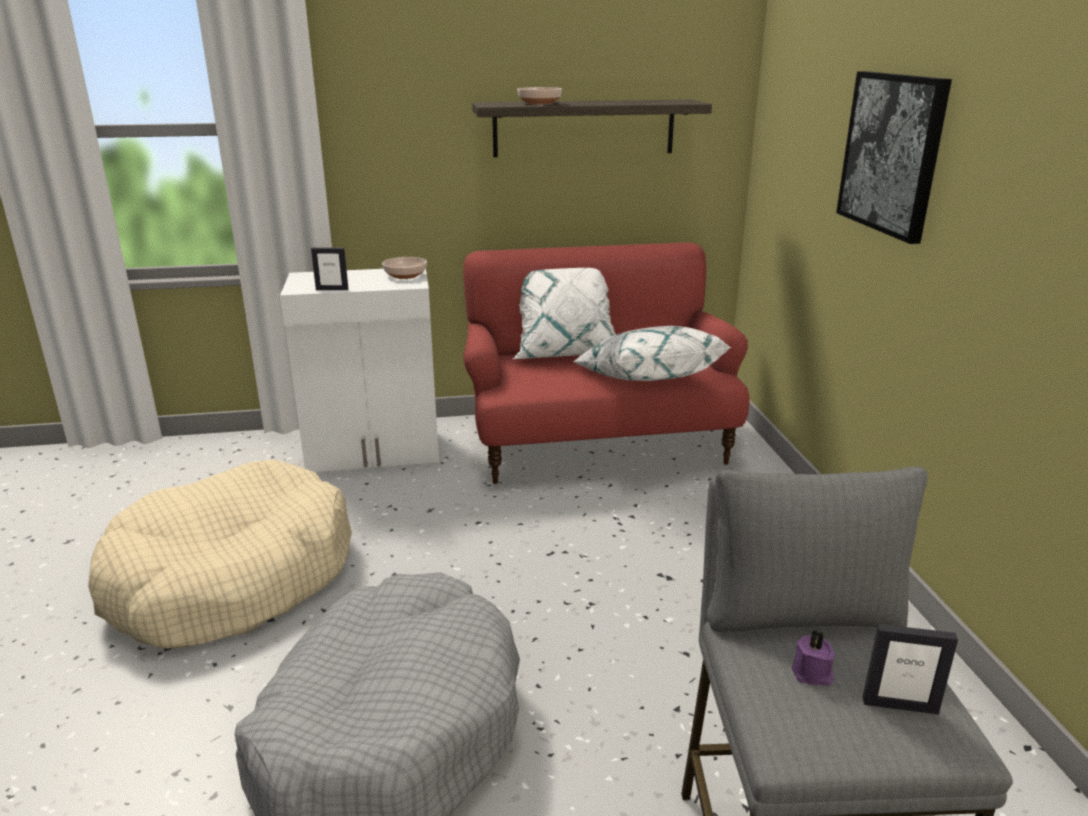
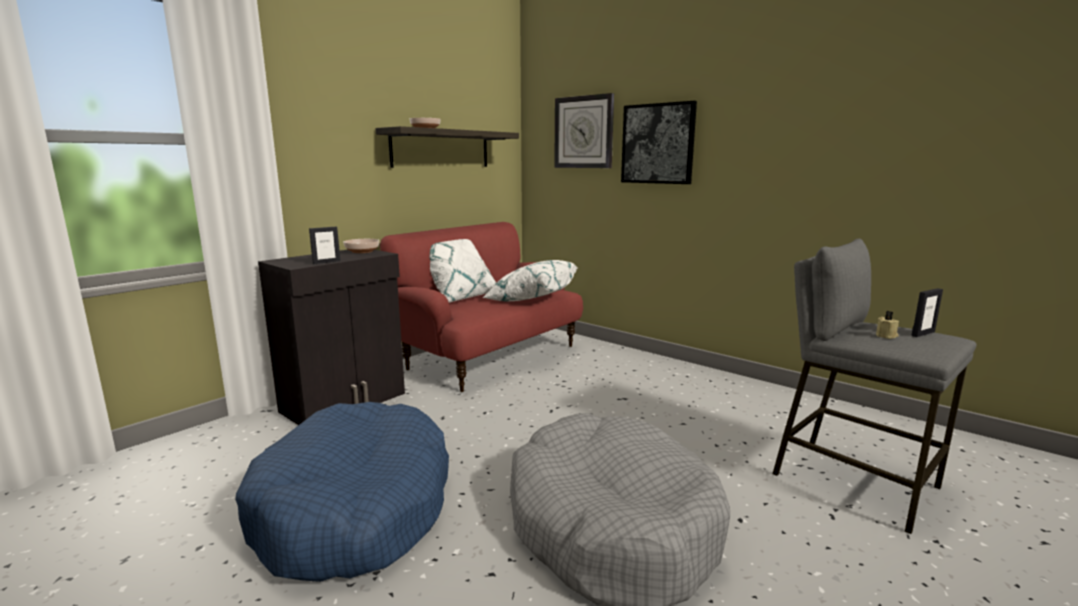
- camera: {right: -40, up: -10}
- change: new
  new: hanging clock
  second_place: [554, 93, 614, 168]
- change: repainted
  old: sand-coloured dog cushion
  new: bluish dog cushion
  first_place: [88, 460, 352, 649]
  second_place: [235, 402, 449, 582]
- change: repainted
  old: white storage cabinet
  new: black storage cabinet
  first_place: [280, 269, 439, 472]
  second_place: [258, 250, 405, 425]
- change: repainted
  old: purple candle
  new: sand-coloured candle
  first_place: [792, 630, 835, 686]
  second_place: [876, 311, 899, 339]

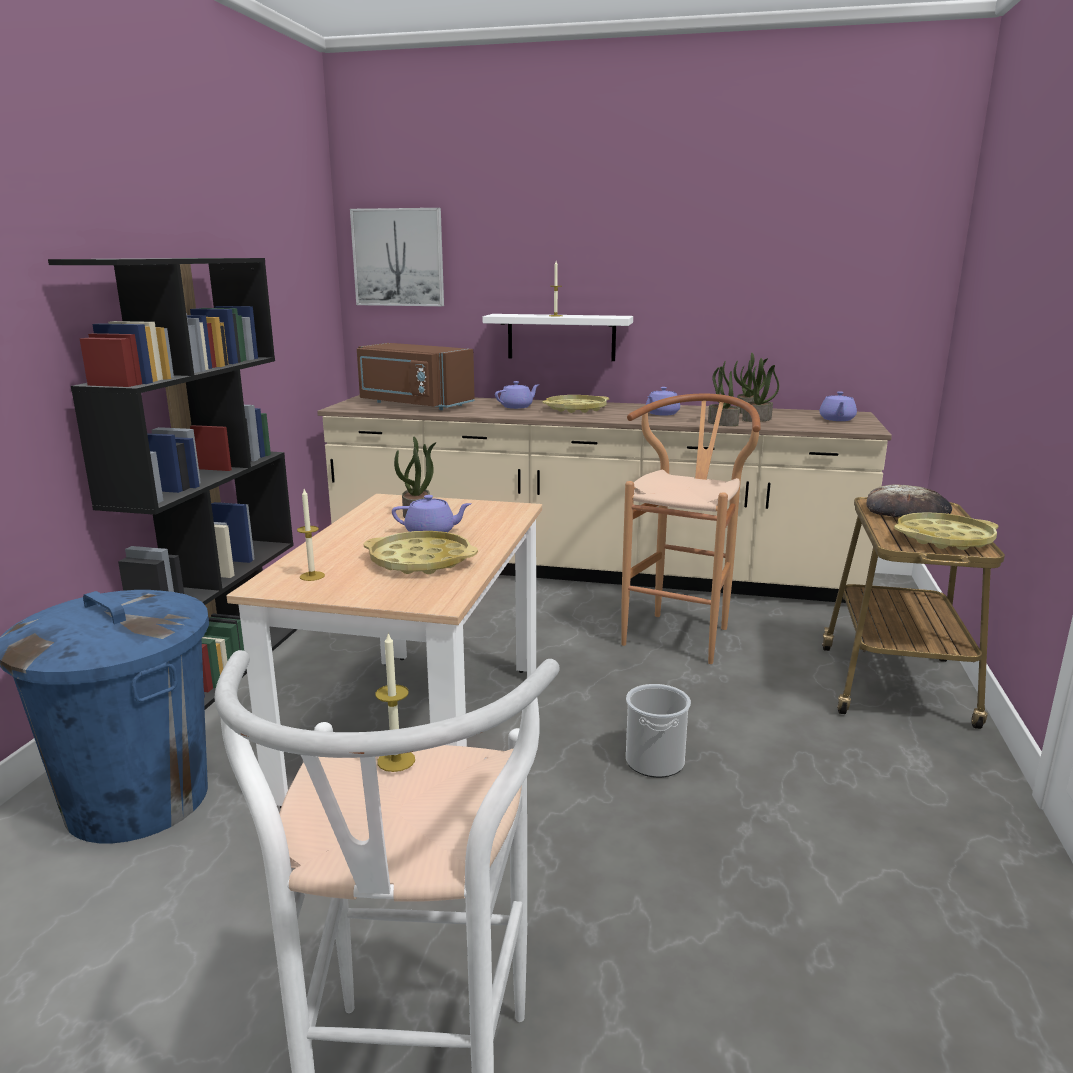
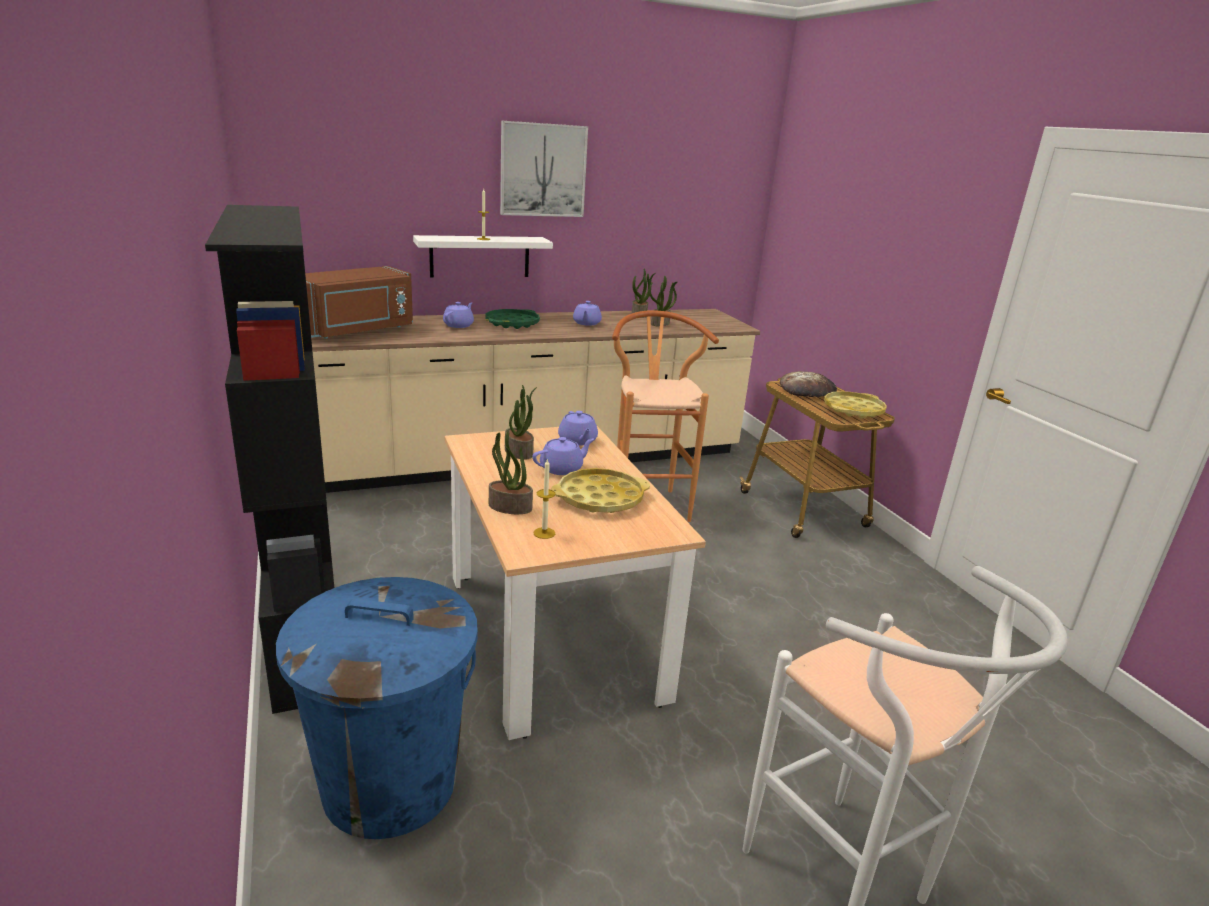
- camera: {right: -35, up: 5}
- change: gone
  old: candle
  first_place: [375, 632, 415, 772]
- change: gone
  old: water bucket
  first_place: [626, 684, 691, 778]
- change: shifted
  old: wall art
  first_place: [350, 208, 444, 306]
  second_place: [500, 120, 588, 217]
- change: shifted
  old: plant in a pot
  first_place: [708, 360, 740, 426]
  second_place: [489, 430, 533, 514]
- change: shifted
  old: purple tea pot
  first_place: [819, 391, 857, 421]
  second_place: [558, 411, 598, 446]
- change: repainted
  old: yellow-coloured carrying tray
  new: green-coloured carrying tray
  first_place: [543, 395, 609, 413]
  second_place: [485, 309, 540, 329]
- change: rotated
  old: brown-coloured kitchen microwave
  first_place: [357, 343, 475, 410]
  second_place: [305, 266, 413, 339]
  degrees: -45

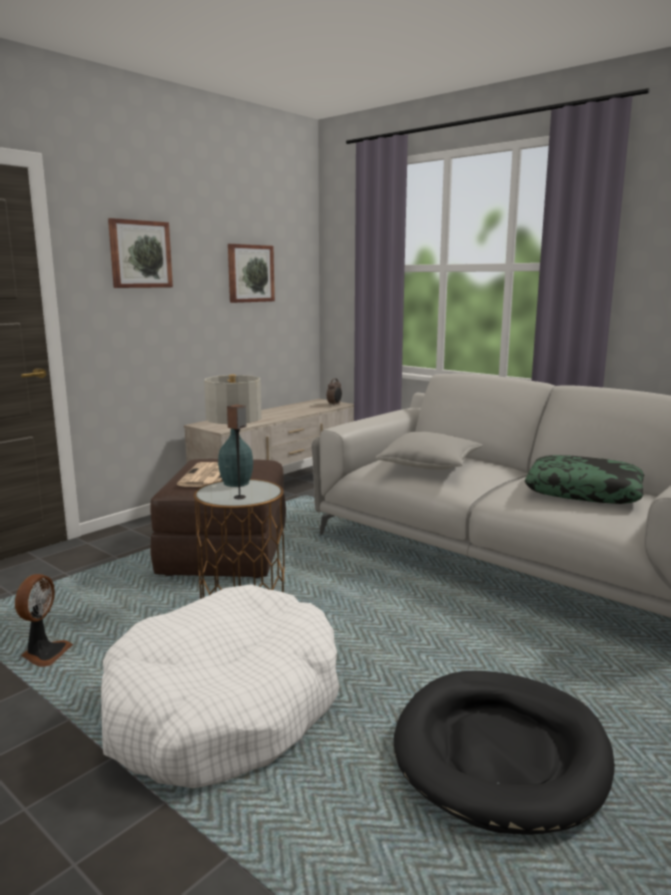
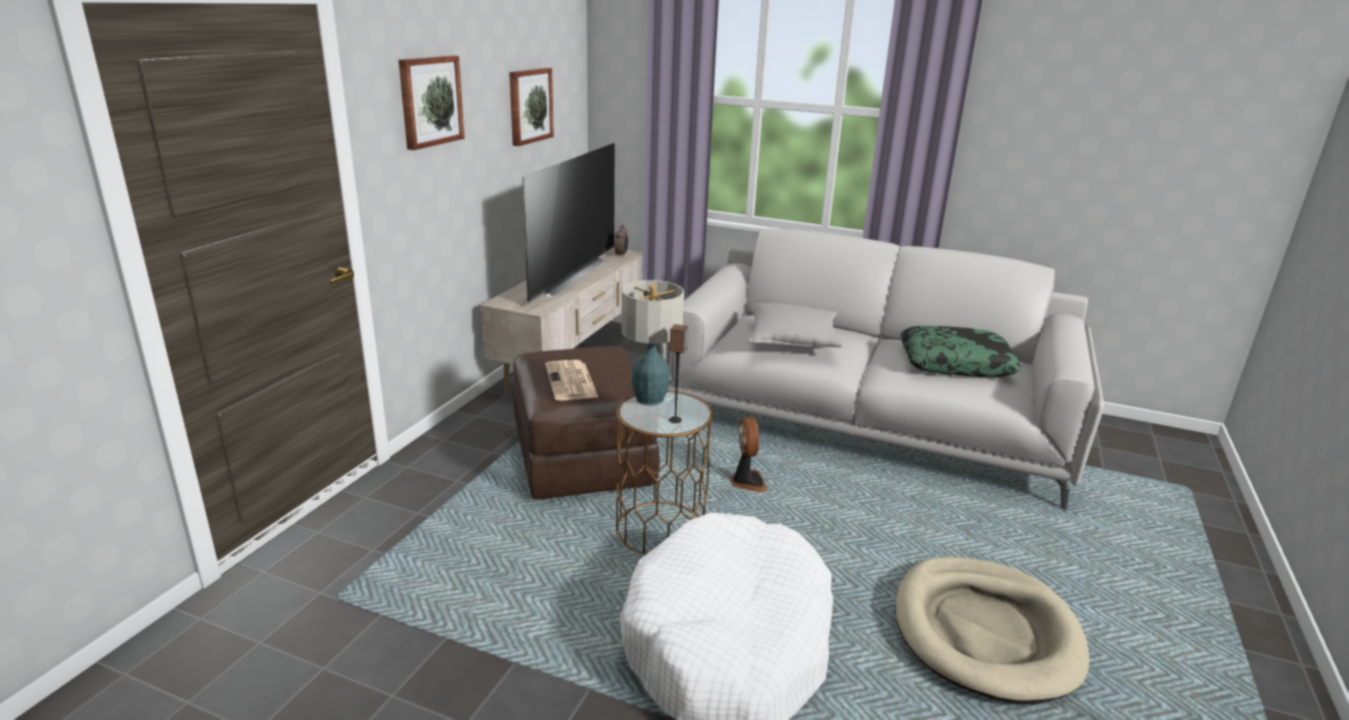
- camera: {right: -20, up: 10}
- change: new
  new: television
  second_place: [522, 143, 615, 303]
- change: shifted
  old: cooling fan
  first_place: [15, 574, 73, 667]
  second_place: [730, 417, 768, 492]
- change: repainted
  old: black dog cushion
  new: sand-coloured dog cushion
  first_place: [394, 671, 615, 835]
  second_place: [895, 557, 1090, 704]

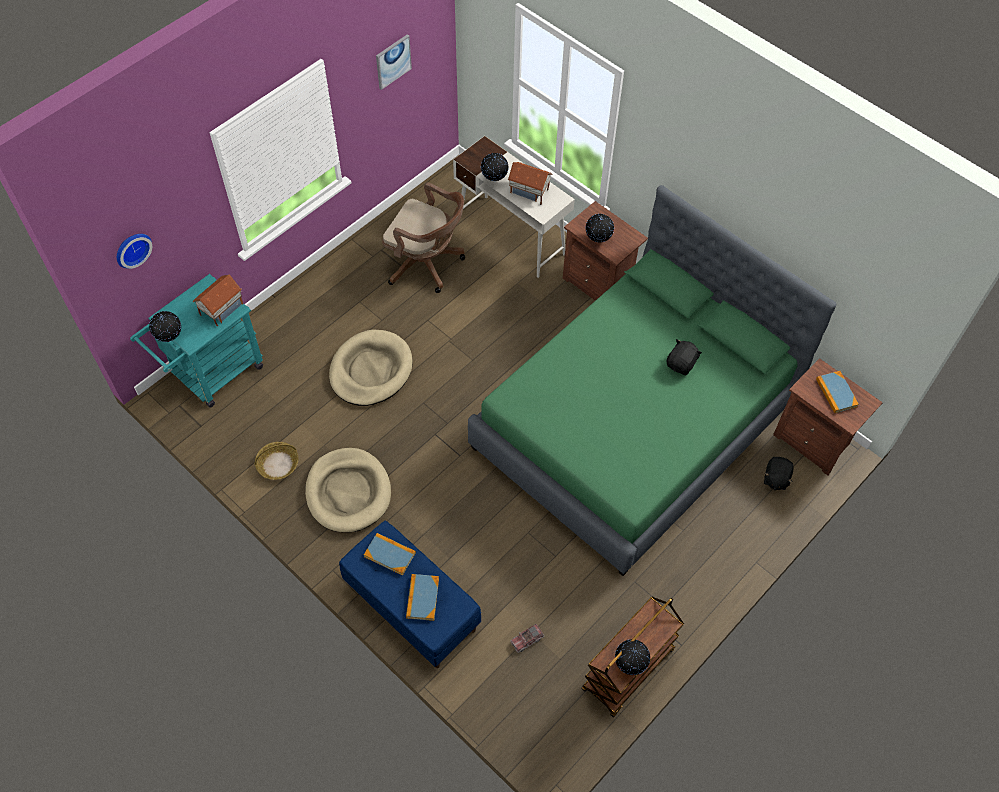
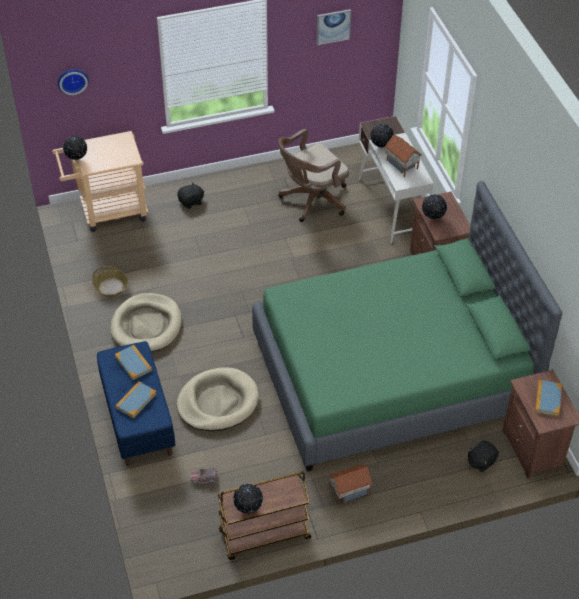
- camera: {right: 30, up: -10}
- change: shifted
  old: model house
  first_place: [192, 274, 243, 327]
  second_place: [328, 464, 372, 505]
- change: shifted
  old: sand-coloured dog cushion
  first_place: [329, 329, 413, 406]
  second_place: [177, 367, 259, 431]
- change: shifted
  old: black plush toy
  first_place: [667, 339, 702, 375]
  second_place: [177, 182, 204, 209]
- change: repainted
  old: turquoise-coloured cart
  new: sand-coloured cart
  first_place: [130, 274, 263, 407]
  second_place: [52, 131, 148, 232]
- change: rotated
  old: brown-coloured office chair
  first_place: [382, 182, 465, 293]
  second_place: [278, 129, 349, 222]
  degrees: 90

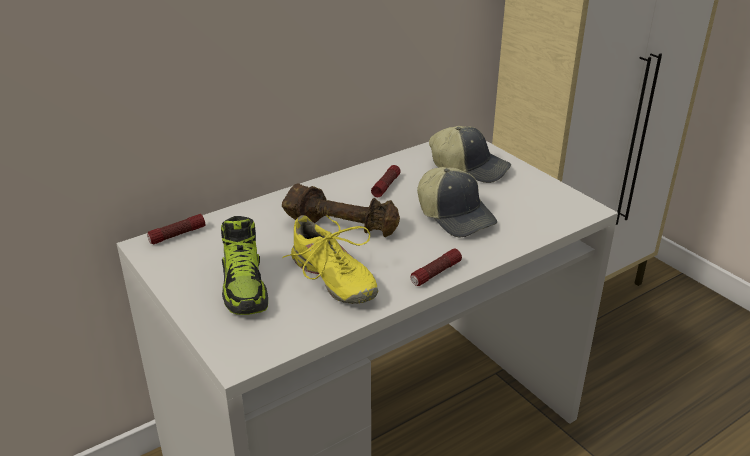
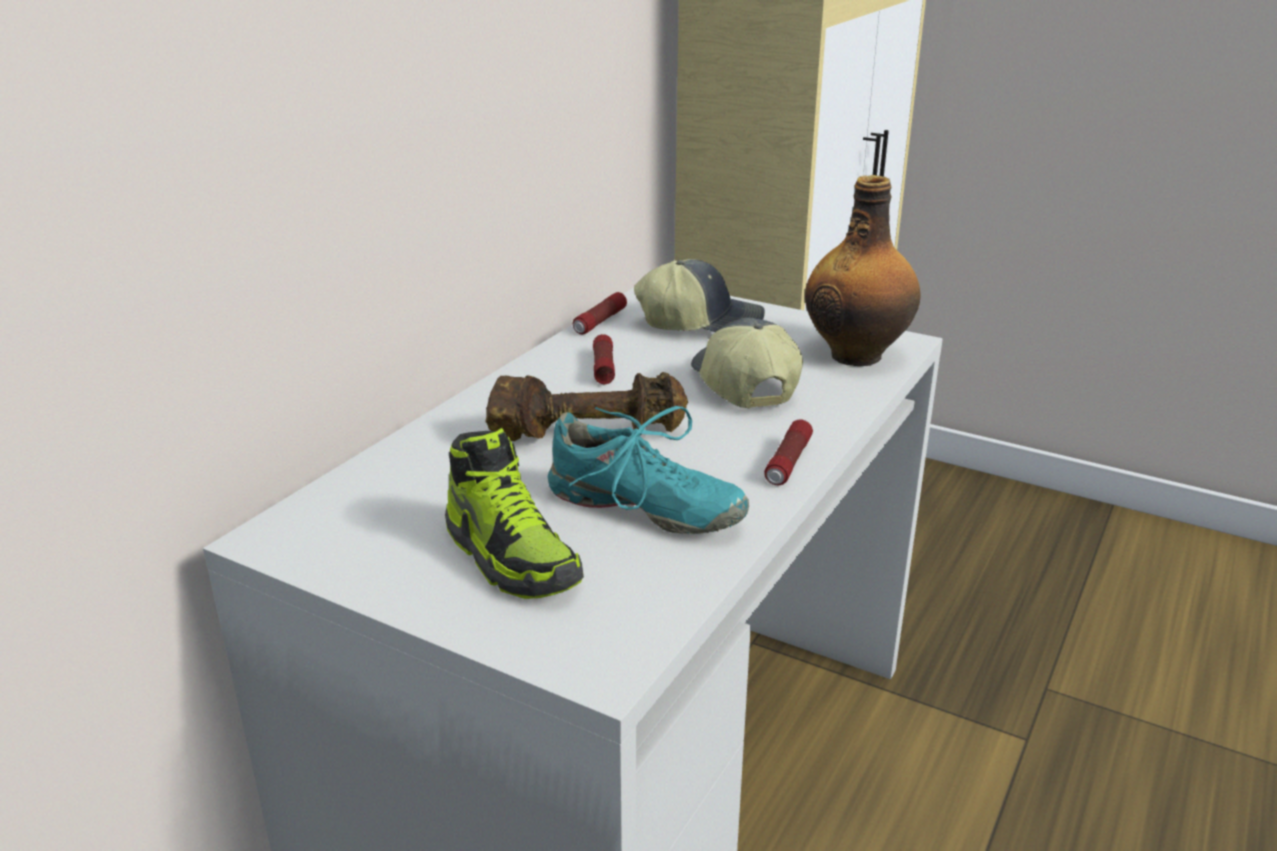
- camera: {right: -25, up: -5}
- change: new
  new: drink bottle
  second_place: [805, 175, 921, 366]
- change: shifted
  old: hand torch
  first_place: [147, 214, 205, 244]
  second_place: [573, 292, 627, 335]
- change: repainted
  old: yellow-coloured low shoe
  new: turquoise-coloured low shoe
  first_place: [282, 215, 378, 304]
  second_place: [548, 406, 749, 534]
- change: rotated
  old: peaked cap
  first_place: [417, 167, 497, 237]
  second_place: [691, 317, 803, 408]
  degrees: -135

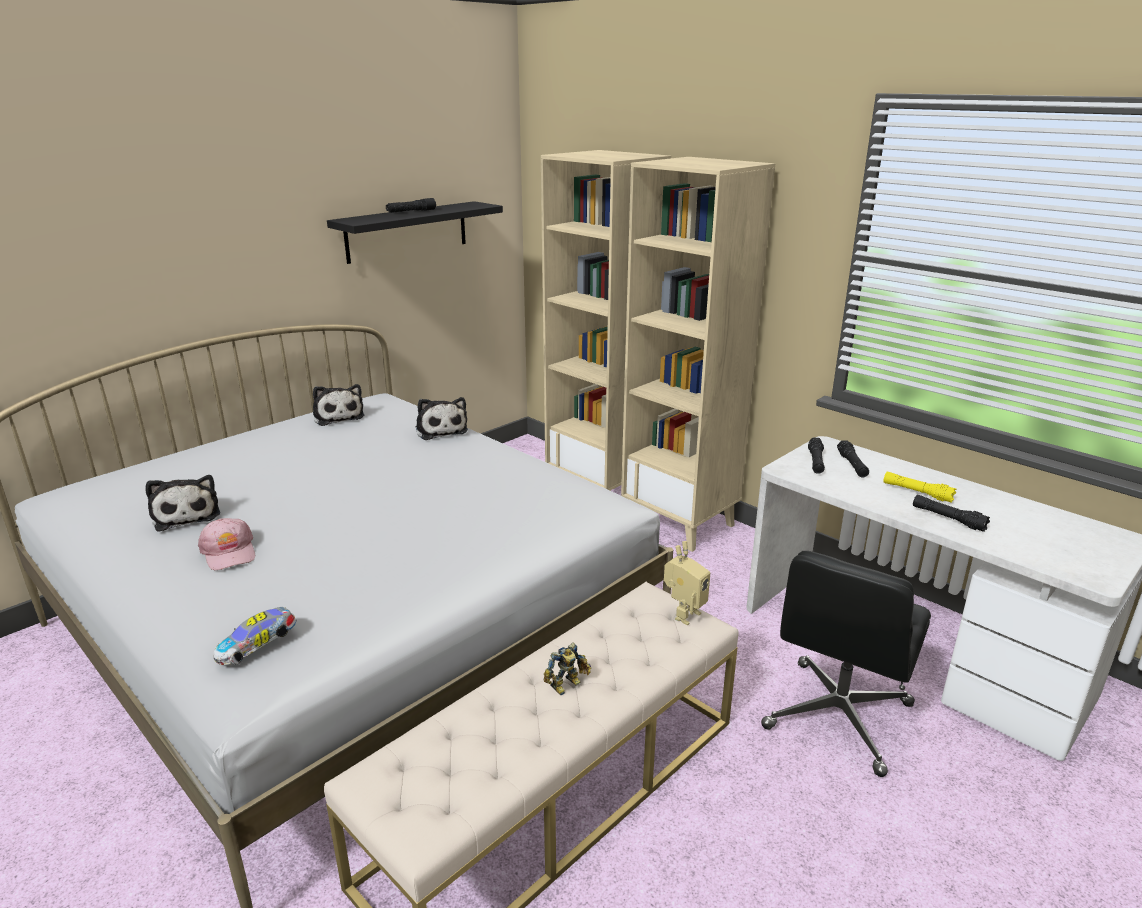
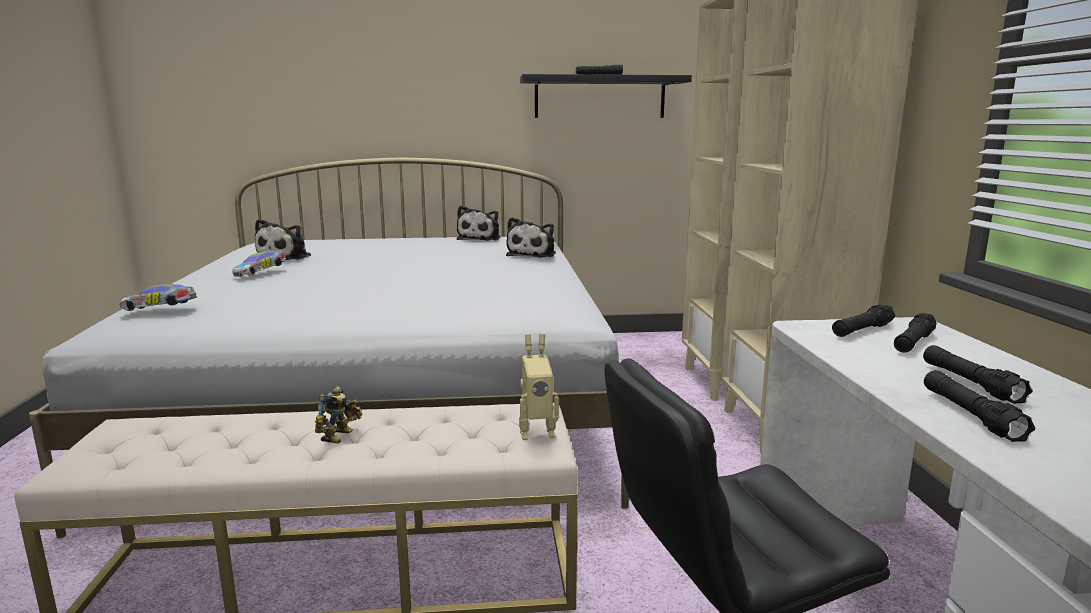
- camera: {right: 40, up: -10}
- change: swapped
  old: pink peaked cap
  new: miniature car
  first_place: [198, 518, 255, 570]
  second_place: [232, 251, 286, 277]
- change: repainted
  old: yellow-coloured hand torch
  new: black hand torch
  first_place: [883, 472, 956, 503]
  second_place: [923, 345, 1032, 404]
- change: rotated
  old: model robot
  first_place: [543, 642, 591, 695]
  second_place: [315, 386, 362, 444]
  degrees: -75

